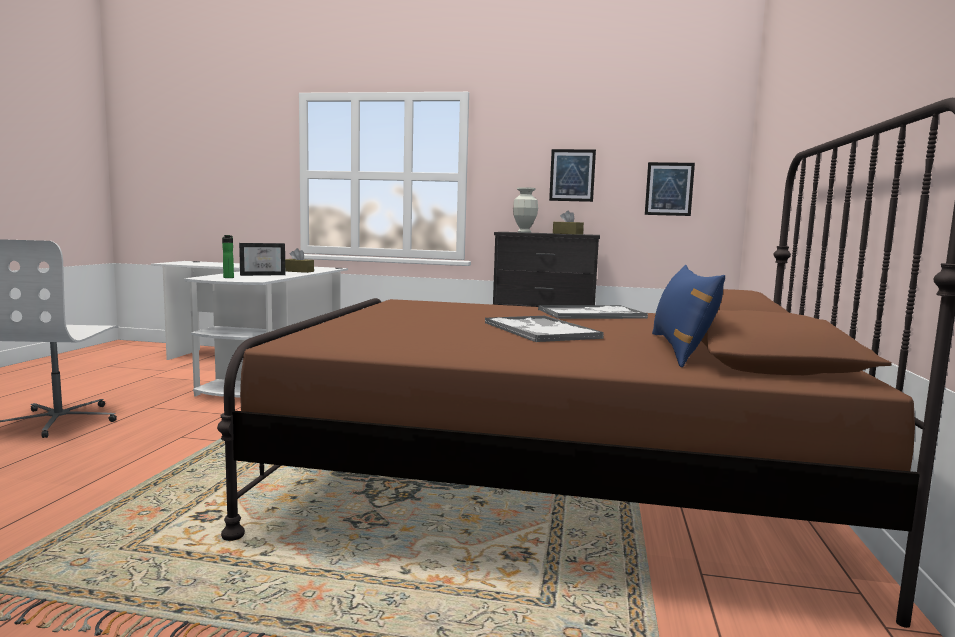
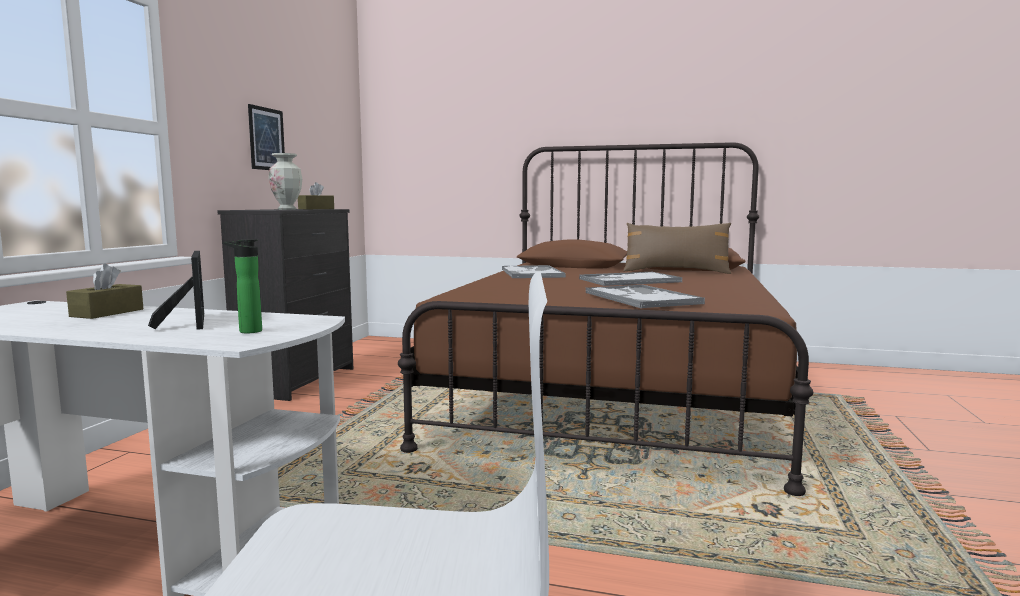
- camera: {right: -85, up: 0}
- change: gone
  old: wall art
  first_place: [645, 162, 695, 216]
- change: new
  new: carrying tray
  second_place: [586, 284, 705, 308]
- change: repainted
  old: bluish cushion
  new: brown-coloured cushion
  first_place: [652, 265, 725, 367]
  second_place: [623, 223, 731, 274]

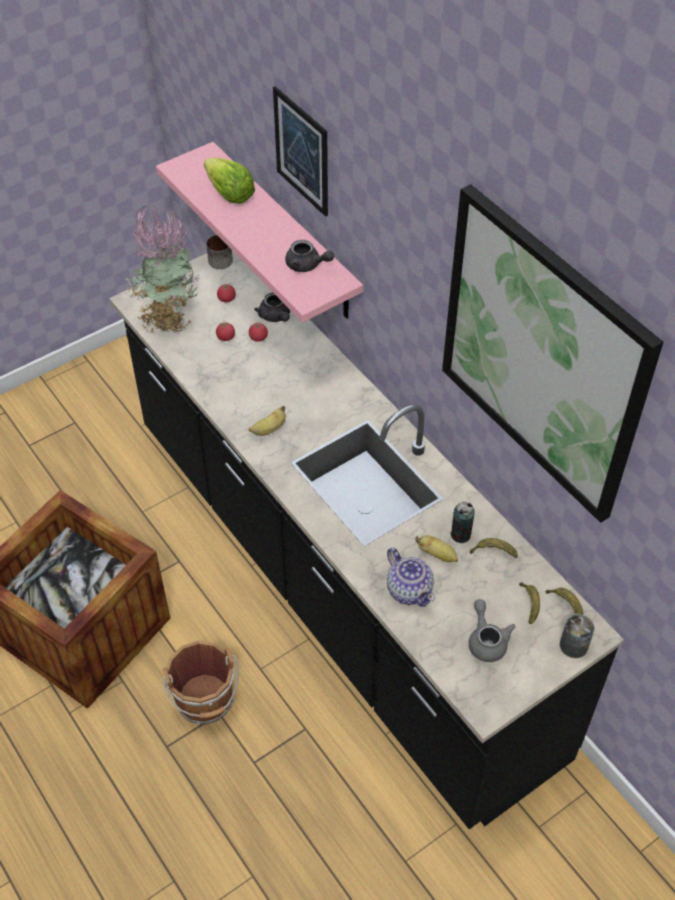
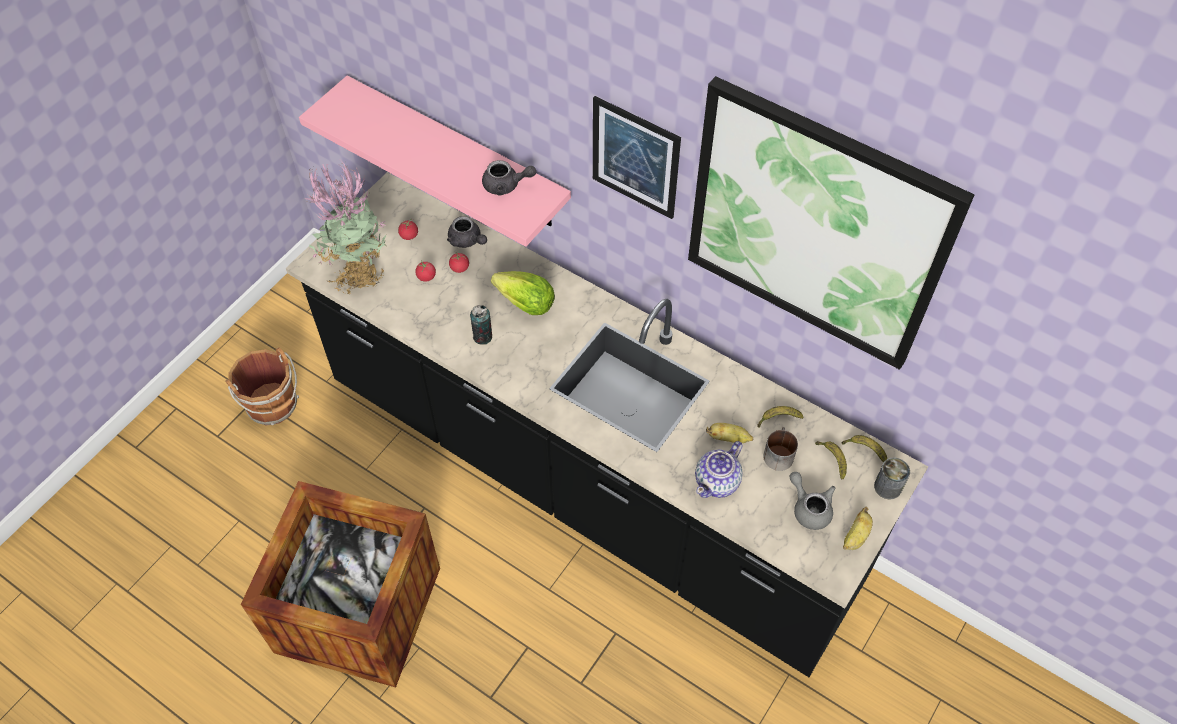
- camera: {right: -20, up: 5}
- change: shifted
  old: brown-coloured water bucket
  first_place: [162, 641, 239, 725]
  second_place: [226, 347, 299, 426]
- change: shifted
  old: lettuce head
  first_place: [204, 158, 255, 204]
  second_place: [491, 271, 555, 315]
- change: shifted
  old: mug
  first_place: [206, 235, 233, 269]
  second_place: [763, 427, 798, 471]
- change: shifted
  old: banana fruit
  first_place: [249, 405, 286, 436]
  second_place: [843, 507, 873, 550]
- change: shifted
  old: wall art
  first_place: [273, 86, 328, 217]
  second_place: [593, 96, 681, 219]
- change: shifted
  old: sealed can
  first_place: [450, 502, 475, 543]
  second_place: [470, 305, 492, 345]
- change: rotated
  old: tea pot
  first_place: [387, 548, 435, 607]
  second_place: [695, 441, 743, 498]
  degrees: 90

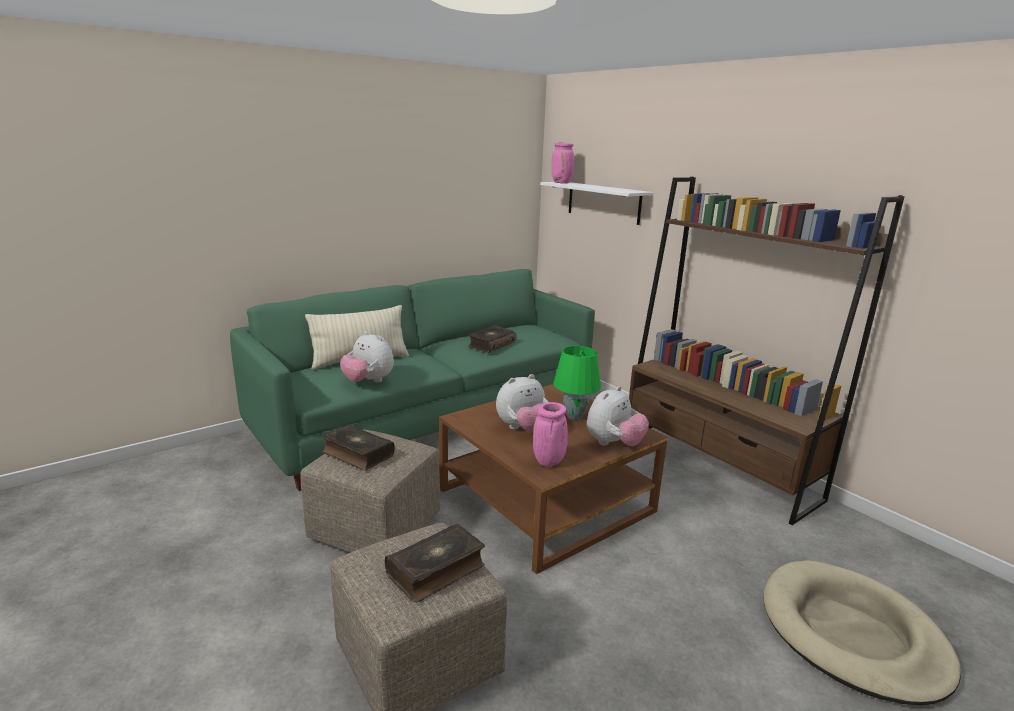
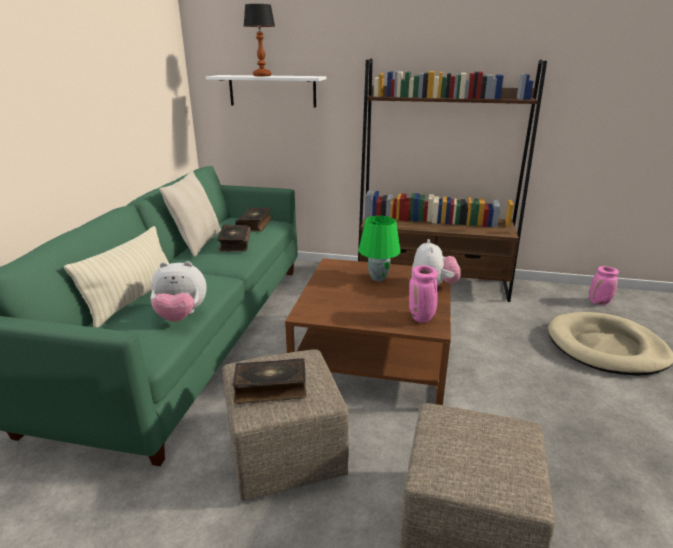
- camera: {right: -40, up: 5}
- change: gone
  old: plush toy
  first_place: [496, 374, 548, 433]
- change: new
  new: sand-coloured cushion
  second_place: [159, 170, 221, 257]
- change: new
  new: table lamp
  second_place: [244, 4, 275, 76]
- change: shifted
  old: volume
  first_place: [385, 524, 485, 603]
  second_place: [235, 207, 272, 232]
- change: shifted
  old: pink vase
  first_place: [552, 142, 574, 184]
  second_place: [589, 266, 619, 305]

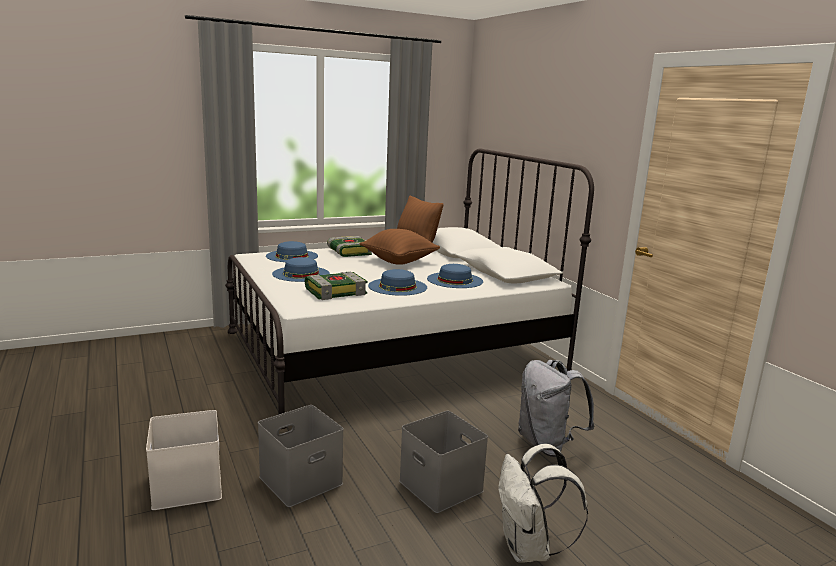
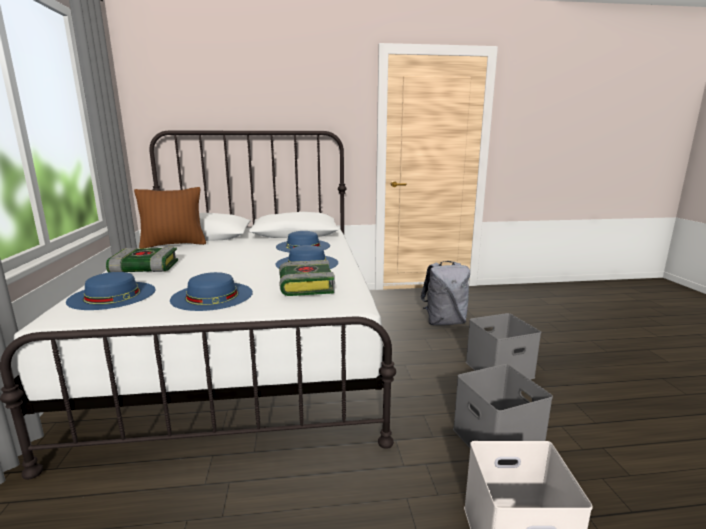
- camera: {right: -70, up: 0}
- change: gone
  old: brown-coloured cushion
  first_place: [360, 229, 440, 265]
- change: gone
  old: white knapsack
  first_place: [498, 444, 588, 563]

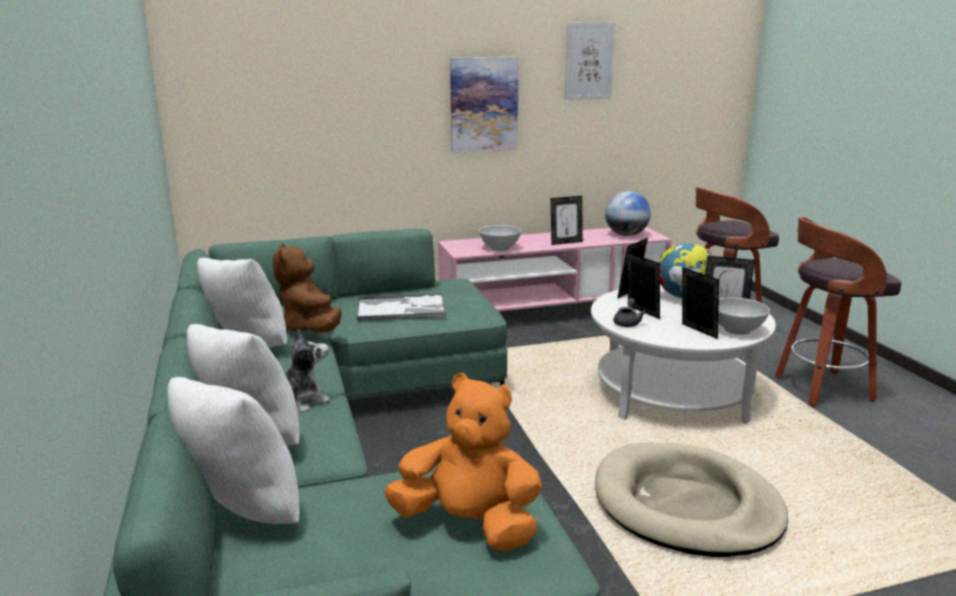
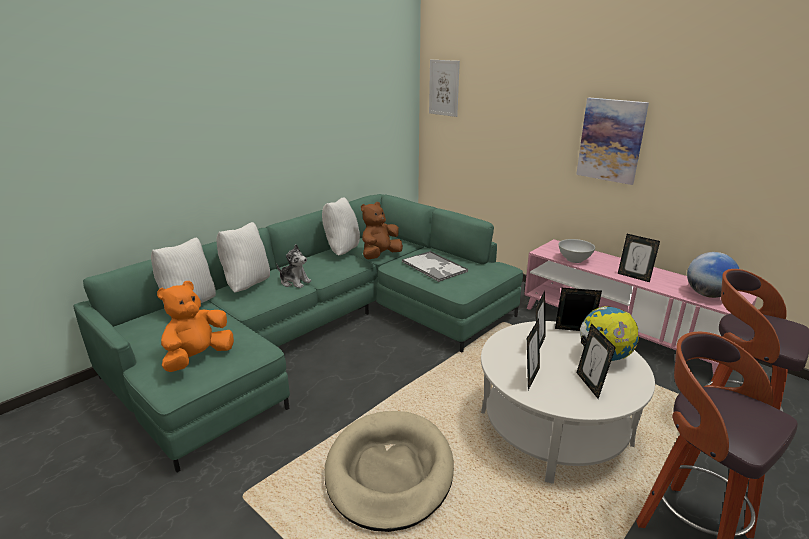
- camera: {right: 60, up: 5}
- change: gone
  old: gray tea pot
  first_place: [613, 298, 646, 327]
- change: gone
  old: white serving bowl
  first_place: [718, 297, 770, 335]
- change: shifted
  old: wall art
  first_place: [565, 22, 616, 100]
  second_place: [429, 60, 460, 117]
- change: rotated
  old: orangey plush toy
  first_place: [384, 373, 542, 551]
  second_place: [157, 281, 234, 372]
  degrees: -135

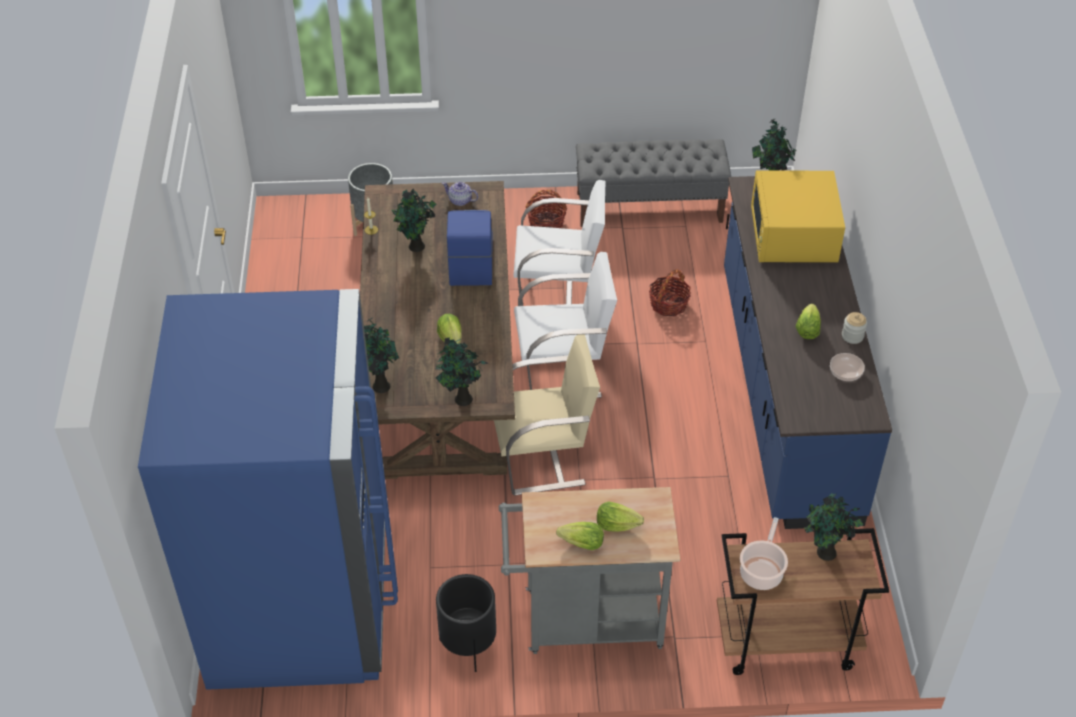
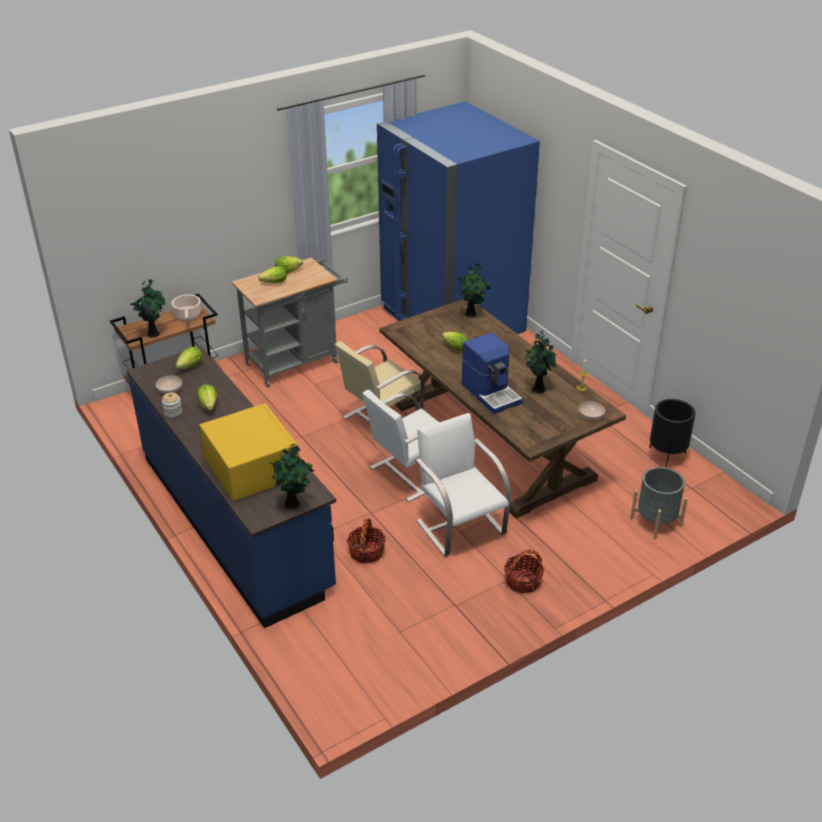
- camera: {right: 150, up: -10}
- change: gone
  old: plant in a pot
  first_place: [436, 337, 488, 406]
- change: gone
  old: tea pot
  first_place: [442, 182, 478, 206]
- change: gone
  old: gray indoor bench
  first_place: [576, 139, 731, 227]
- change: new
  new: lettuce head
  second_place: [175, 347, 202, 369]
- change: new
  new: serving bowl
  second_place: [579, 401, 605, 420]
- change: shifted
  old: black plant pot
  first_place: [436, 574, 496, 672]
  second_place: [650, 399, 696, 468]
- change: rotated
  old: white chair
  first_place: [514, 180, 605, 306]
  second_place: [415, 413, 511, 557]
  degrees: 90

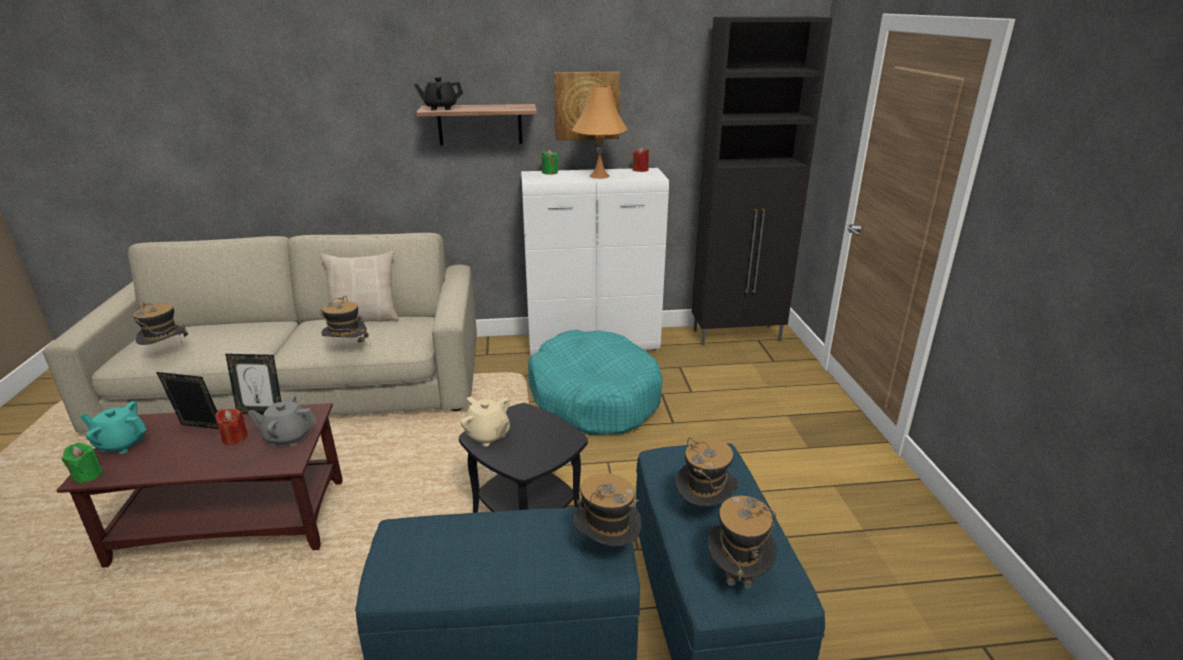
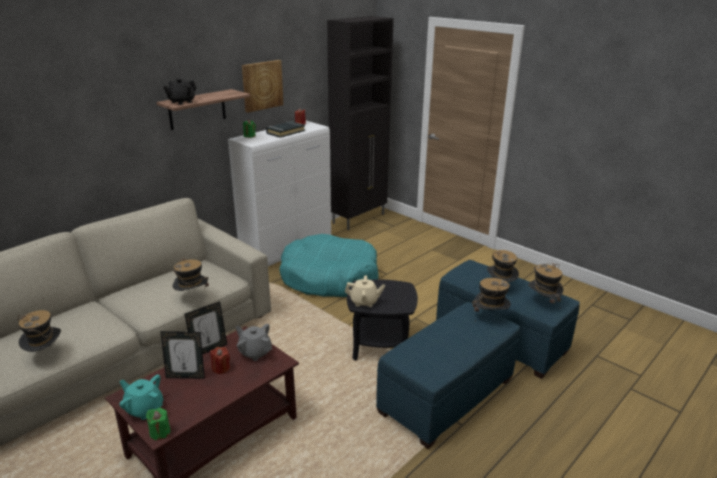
- camera: {right: -40, up: 0}
- change: gone
  old: sand-coloured cushion
  first_place: [321, 251, 399, 324]
- change: swapped
  old: orangey table lamp
  new: black volume
  first_place: [572, 85, 628, 179]
  second_place: [266, 121, 305, 138]
- change: rotated
  old: turquoise-coloured tea pot
  first_place: [80, 401, 147, 454]
  second_place: [119, 375, 163, 420]
  degrees: 60
- change: rotated
  old: standing frame
  first_place: [156, 372, 219, 429]
  second_place: [160, 331, 205, 379]
  degrees: -150
- change: rotated
  old: gray tea pot
  first_place: [248, 395, 317, 446]
  second_place: [236, 324, 272, 361]
  degrees: 75

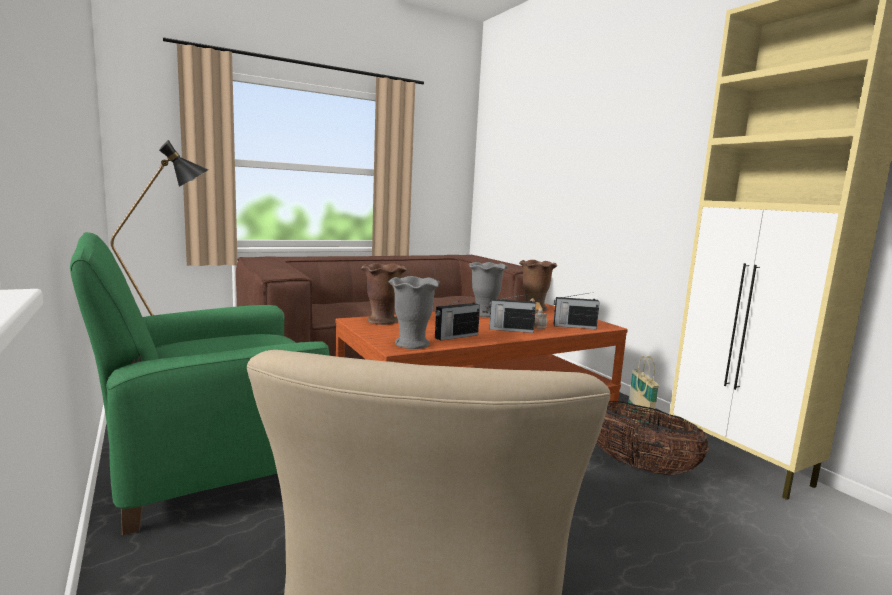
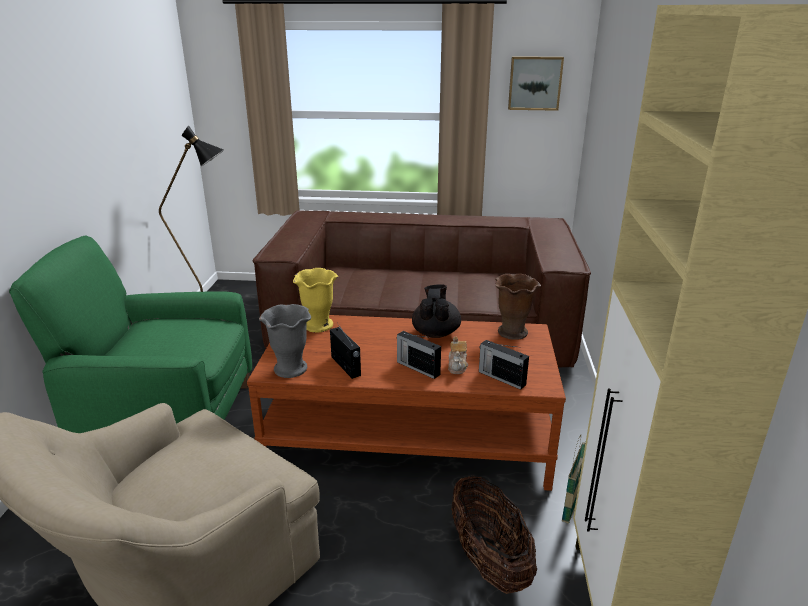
- camera: {right: 35, up: 15}
- change: new
  new: wall art
  second_place: [508, 56, 564, 111]
- change: swapped
  old: gray vase
  new: black tea pot
  first_place: [469, 262, 508, 317]
  second_place: [412, 284, 461, 338]
- change: repainted
  old: brown-coloured vase
  new: yellow-coloured vase
  first_place: [361, 263, 407, 325]
  second_place: [293, 268, 338, 332]
- change: rotated
  old: radio set
  first_place: [435, 296, 480, 341]
  second_place: [330, 323, 361, 379]
  degrees: -120

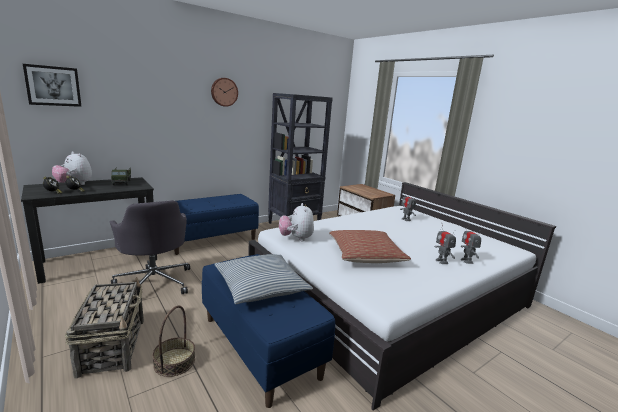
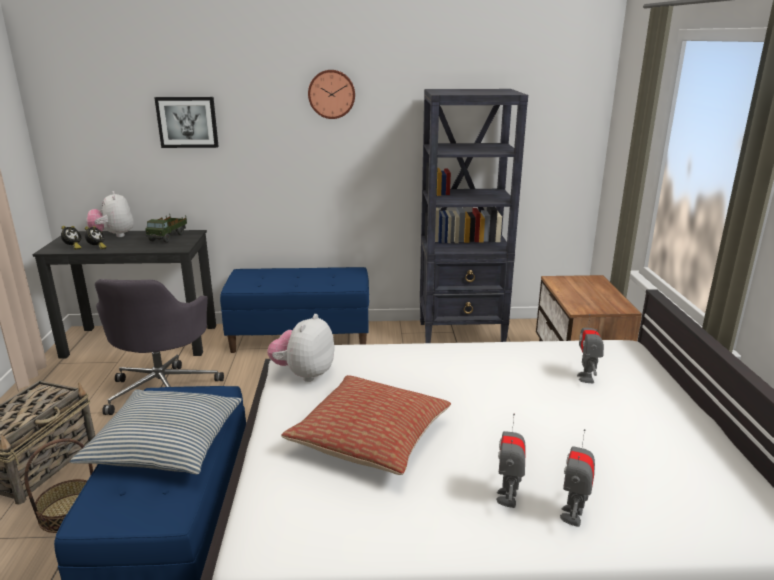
- camera: {right: 35, up: 5}
- change: shifted
  old: wall art
  first_place: [23, 64, 82, 107]
  second_place: [154, 97, 219, 148]

